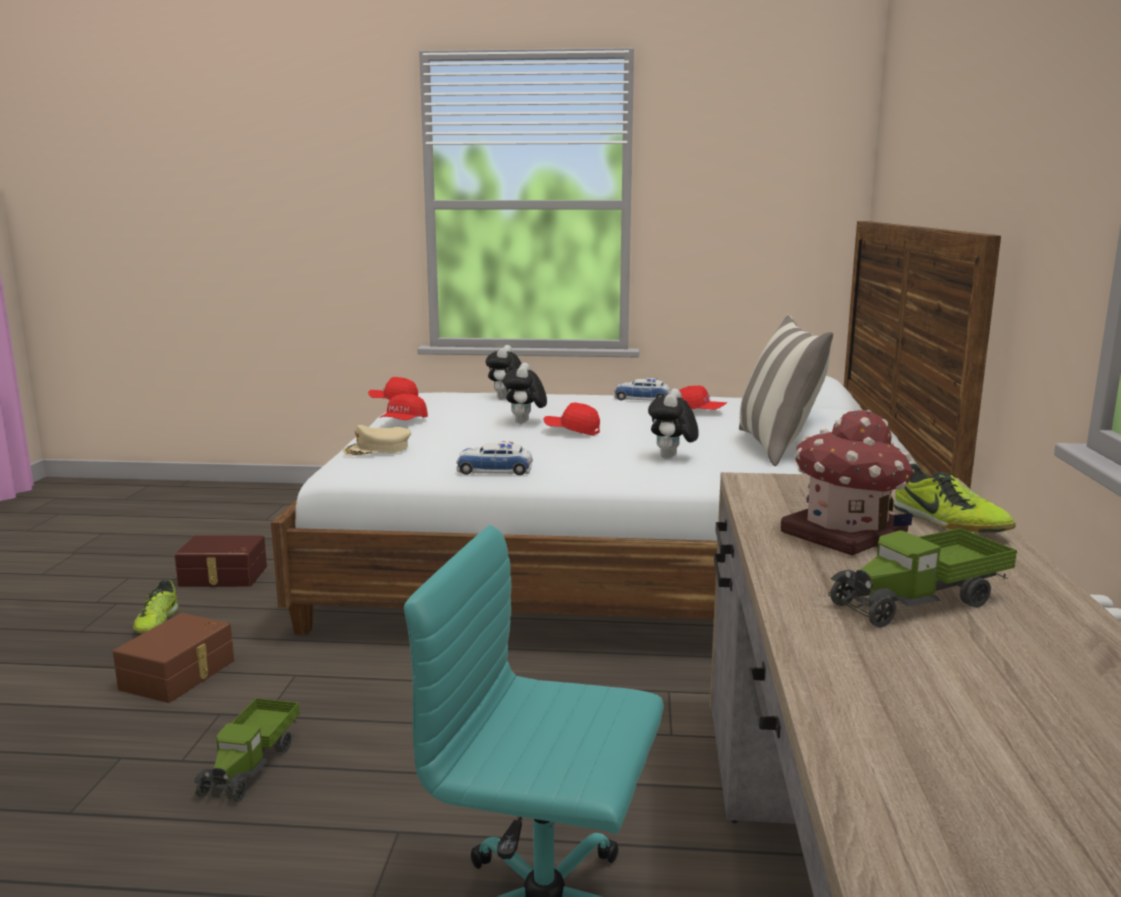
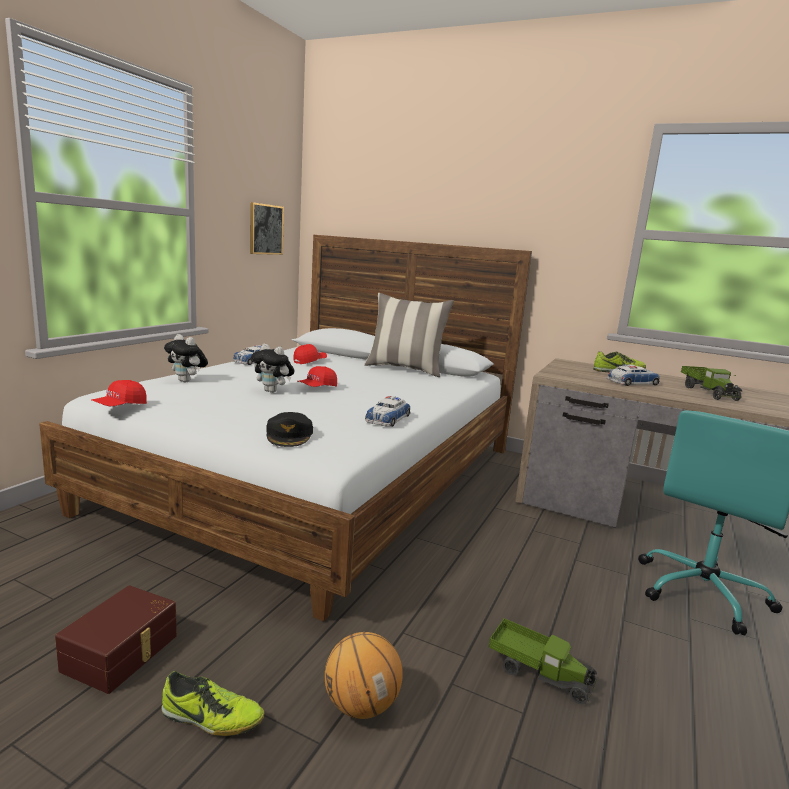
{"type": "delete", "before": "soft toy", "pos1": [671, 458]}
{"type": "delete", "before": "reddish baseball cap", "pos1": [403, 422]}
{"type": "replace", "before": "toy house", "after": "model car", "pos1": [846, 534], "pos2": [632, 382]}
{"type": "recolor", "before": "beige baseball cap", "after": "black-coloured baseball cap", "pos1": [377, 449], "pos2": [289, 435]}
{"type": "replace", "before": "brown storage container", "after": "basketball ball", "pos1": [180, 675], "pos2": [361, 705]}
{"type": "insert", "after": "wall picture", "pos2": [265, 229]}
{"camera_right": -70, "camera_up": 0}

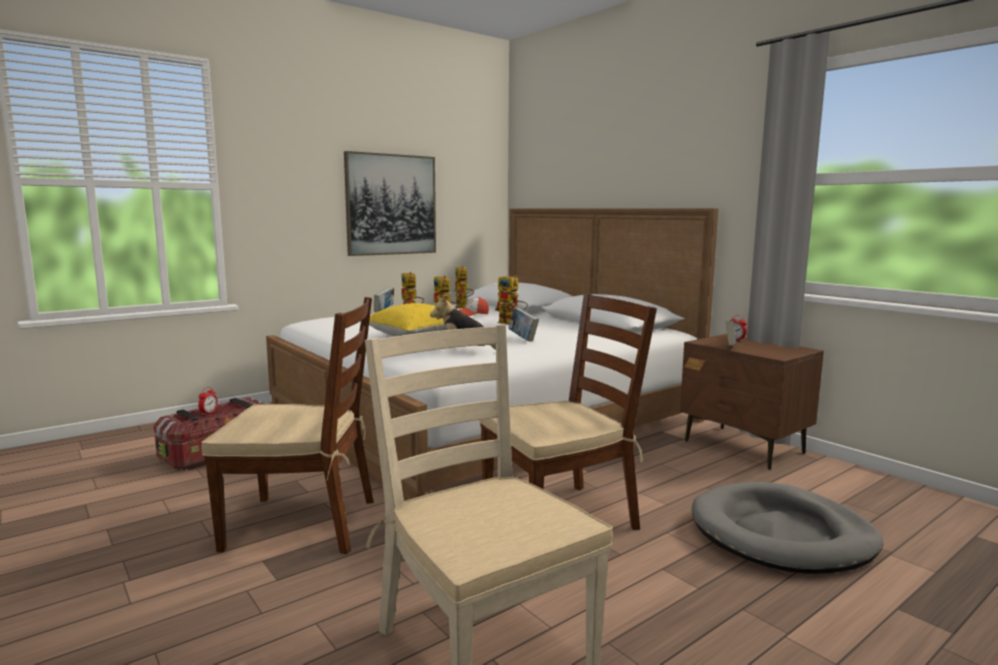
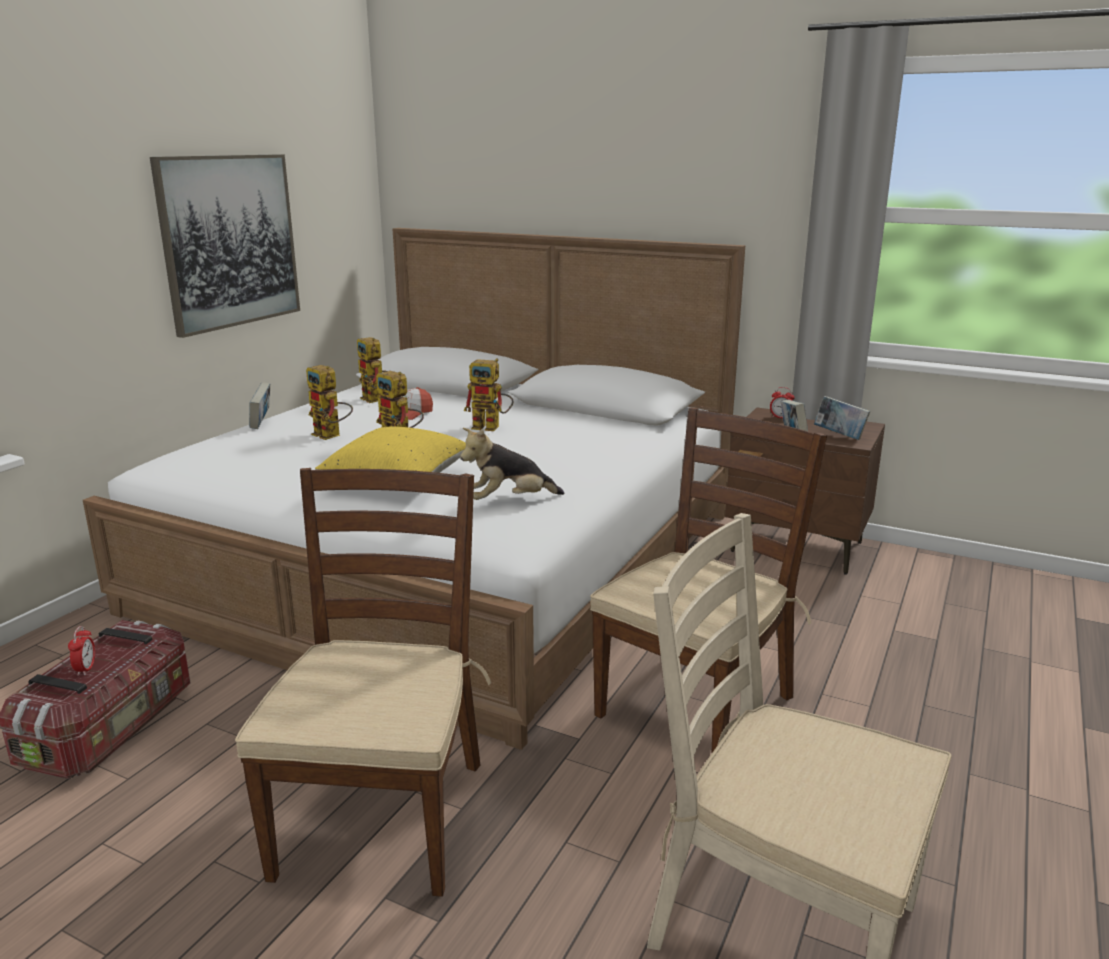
{"type": "rotate", "before": "brown chair", "pos1": [303, 524], "pos2": [382, 816], "turn": -60}
{"type": "move", "before": "volume", "pos1": [523, 339], "pos2": [839, 436]}
{"type": "delete", "before": "gray pet bed", "pos1": [782, 534]}
{"camera_right": -25, "camera_up": 10}

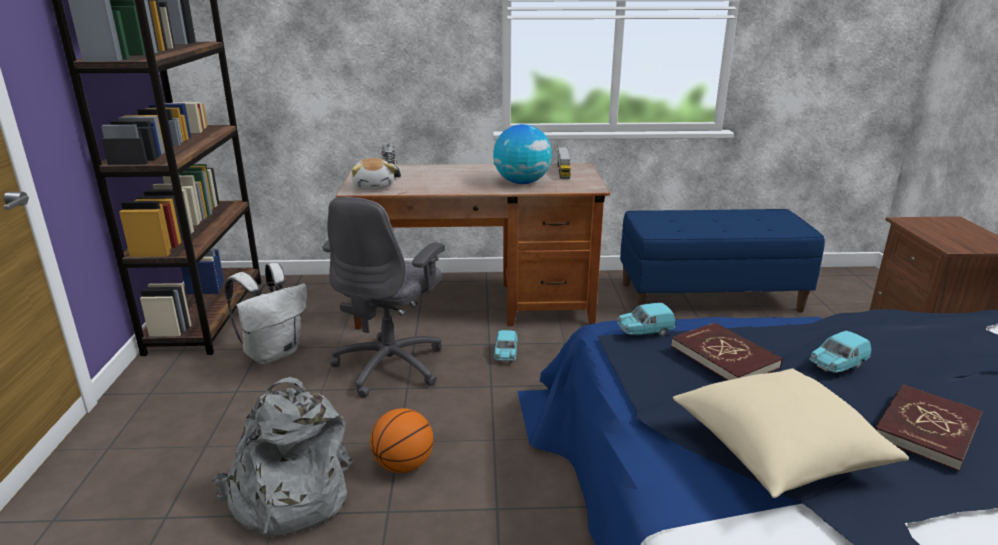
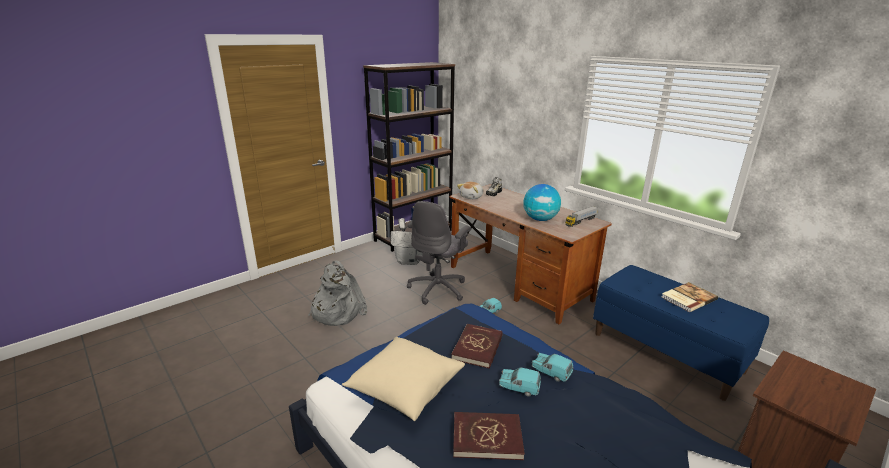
{"type": "rotate", "before": "gray computer chair", "pos1": [391, 365], "pos2": [438, 289], "turn": -45}
{"type": "move", "before": "turquoise-coloured model car", "pos1": [645, 332], "pos2": [551, 372]}
{"type": "delete", "before": "basketball ball", "pos1": [403, 465]}
{"type": "insert", "after": "volume", "pos2": [687, 298]}
{"camera_right": 50, "camera_up": 0}

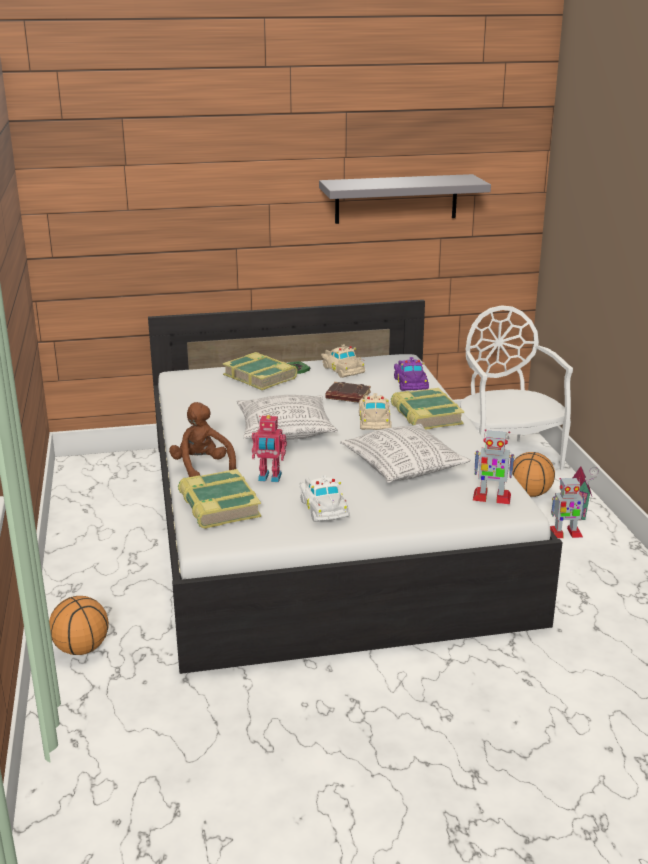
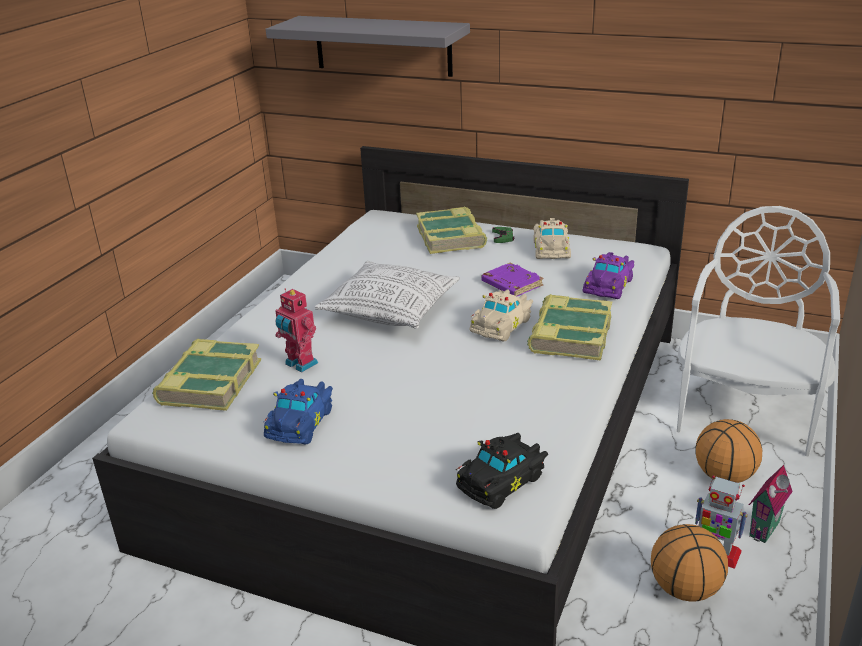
{"type": "move", "before": "gray shelf", "pos1": [396, 199], "pos2": [382, 45]}
{"type": "recolor", "before": "brown volume", "after": "purple volume", "pos1": [347, 396], "pos2": [511, 284]}
{"type": "delete", "before": "brown soft toy", "pos1": [202, 468]}
{"type": "delete", "before": "pillow", "pos1": [404, 467]}
{"type": "replace", "before": "robot figure", "after": "black-coloured model car", "pos1": [491, 497], "pos2": [503, 480]}
{"type": "recolor", "before": "whitish model car", "after": "bluish model car", "pos1": [324, 507], "pos2": [301, 422]}
{"type": "move", "before": "basketball ball", "pos1": [81, 649], "pos2": [684, 589]}
{"camera_right": 35, "camera_up": 5}

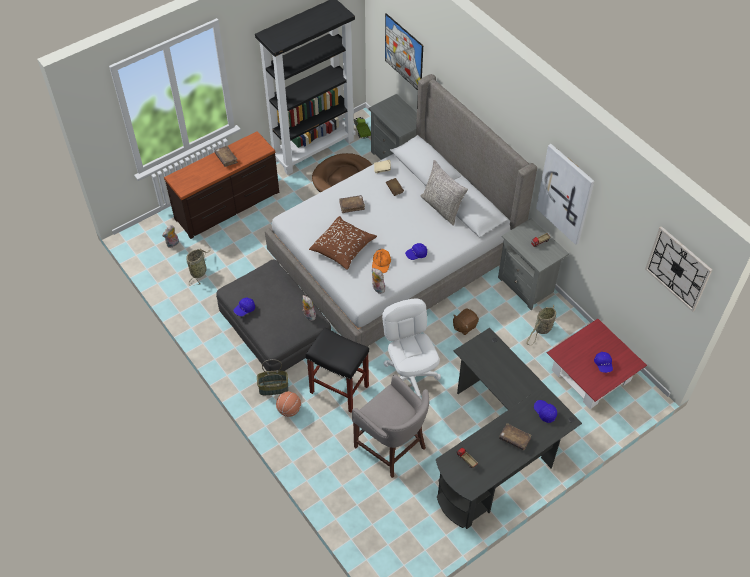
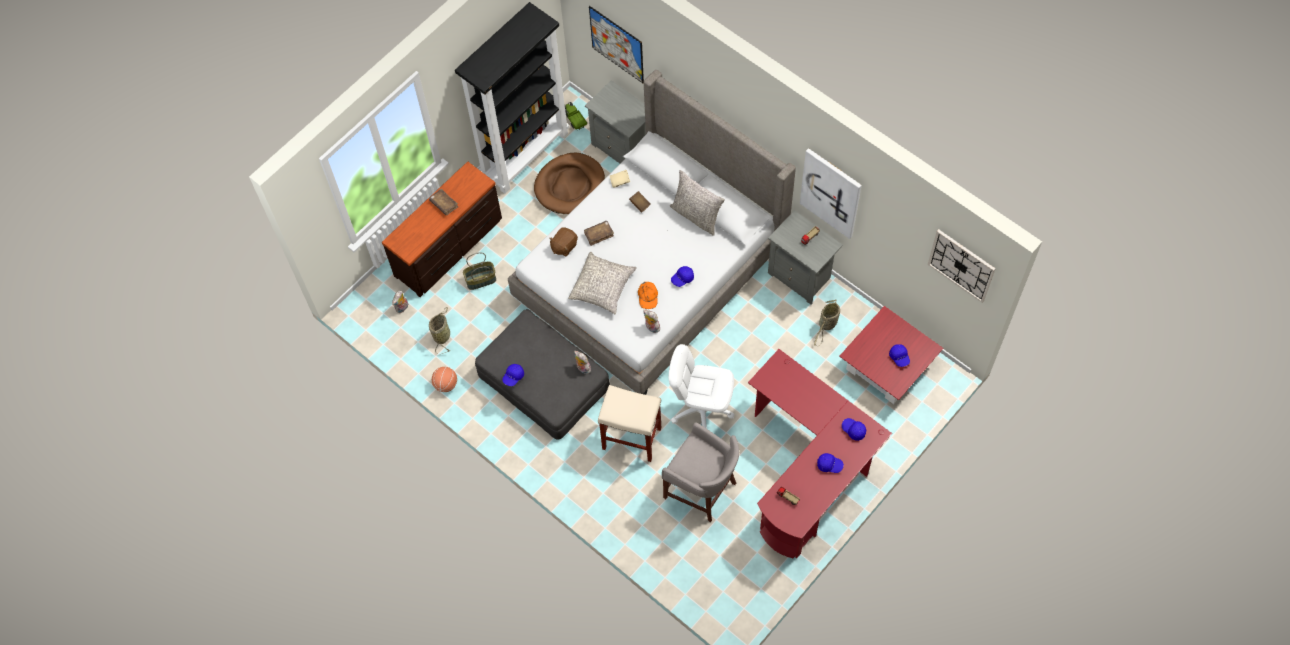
{"type": "recolor", "before": "brown pillow", "after": "gray pillow", "pos1": [343, 248], "pos2": [602, 287]}
{"type": "rotate", "before": "whitish computer chair", "pos1": [409, 378], "pos2": [701, 410], "turn": -45}
{"type": "move", "before": "brown soft toy", "pos1": [464, 326], "pos2": [564, 246]}
{"type": "recolor", "before": "black-coloured stool", "after": "beige stool", "pos1": [338, 389], "pos2": [631, 438]}
{"type": "recolor", "before": "black-coloured desk", "after": "reddish desk", "pos1": [497, 452], "pos2": [809, 472]}
{"type": "move", "before": "household basket", "pos1": [273, 388], "pos2": [480, 280]}
{"type": "move", "before": "basketball ball", "pos1": [289, 410], "pos2": [446, 384]}
{"type": "replace", "before": "brown volume", "after": "bluish baseball cap", "pos1": [514, 439], "pos2": [829, 465]}
{"camera_right": -10, "camera_up": 10}

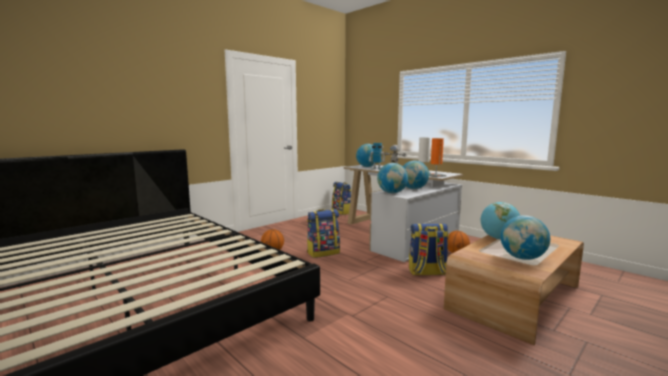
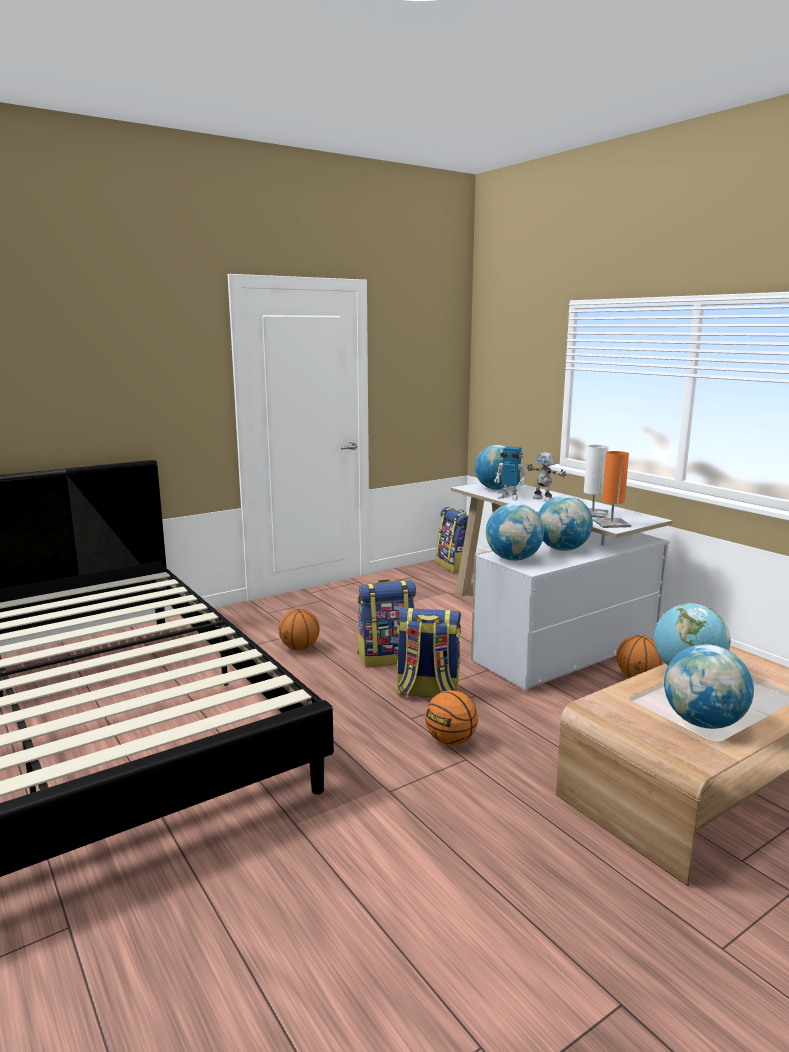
{"type": "move", "before": "backpack", "pos1": [427, 272], "pos2": [427, 691]}
{"type": "insert", "after": "basketball ball", "pos2": [451, 741]}
{"camera_right": 10, "camera_up": 5}

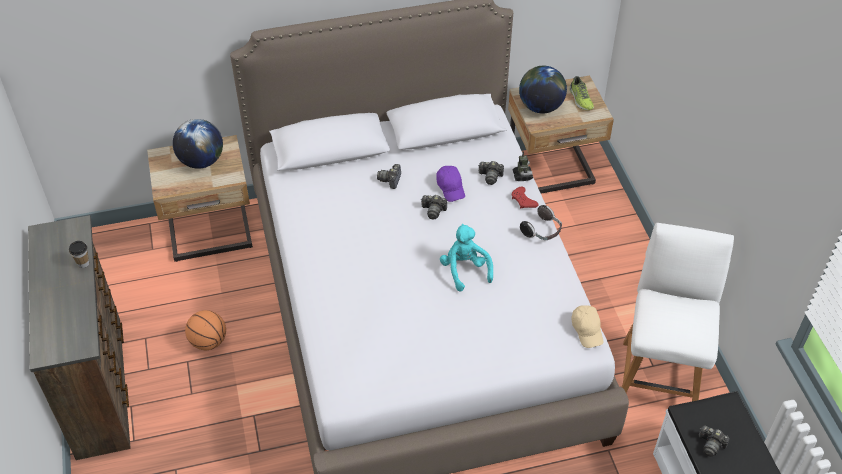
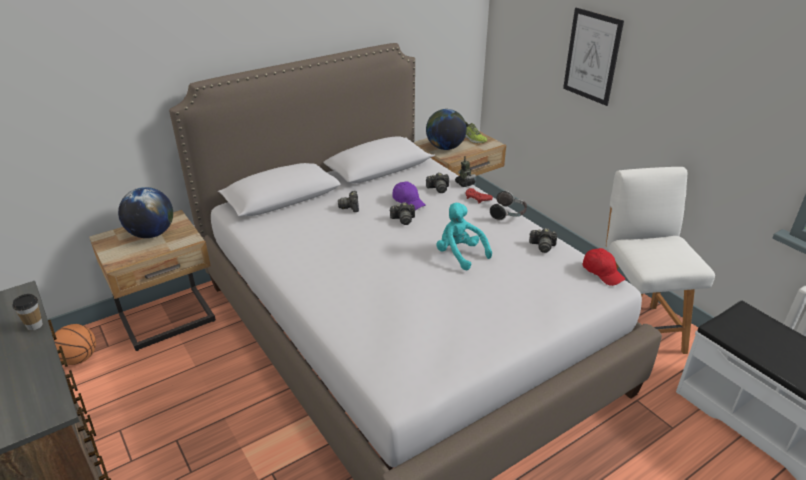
{"type": "recolor", "before": "beige baseball cap", "after": "reddish baseball cap", "pos1": [587, 330], "pos2": [602, 272]}
{"type": "move", "before": "basketball ball", "pos1": [208, 342], "pos2": [79, 359]}
{"type": "move", "before": "photo camera", "pos1": [711, 445], "pos2": [542, 246]}
{"type": "insert", "after": "wall picture", "pos2": [592, 56]}
{"camera_right": -20, "camera_up": -15}

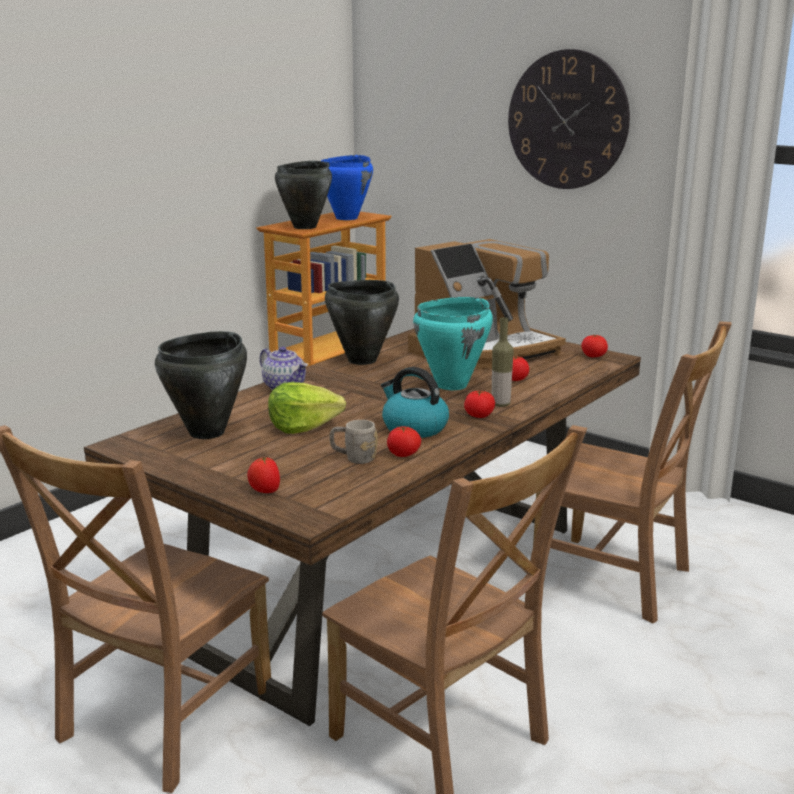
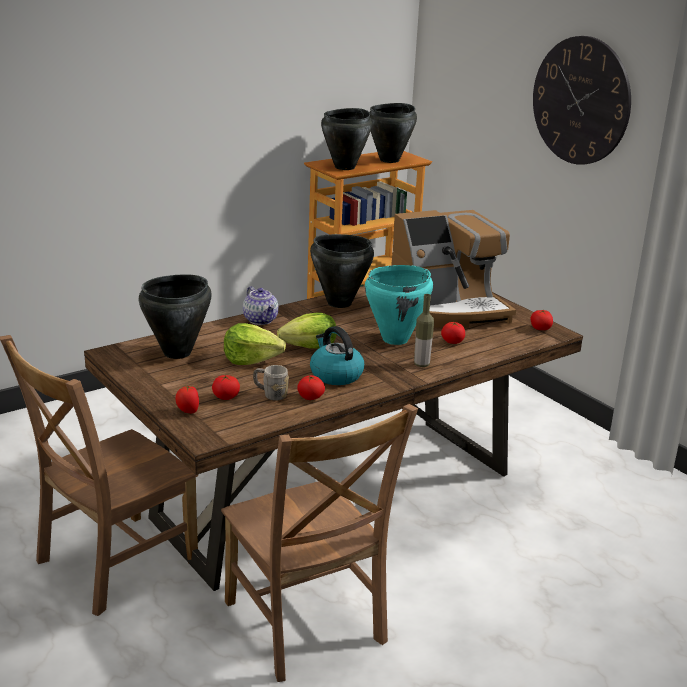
{"type": "recolor", "before": "bluish stockpot", "after": "black-coloured stockpot", "pos1": [347, 218], "pos2": [390, 160]}
{"type": "delete", "before": "brown chair", "pos1": [617, 580]}
{"type": "move", "before": "tomato", "pos1": [479, 415], "pos2": [226, 397]}
{"type": "insert", "after": "lettuce head", "pos2": [309, 347]}
{"camera_right": 15, "camera_up": 5}

